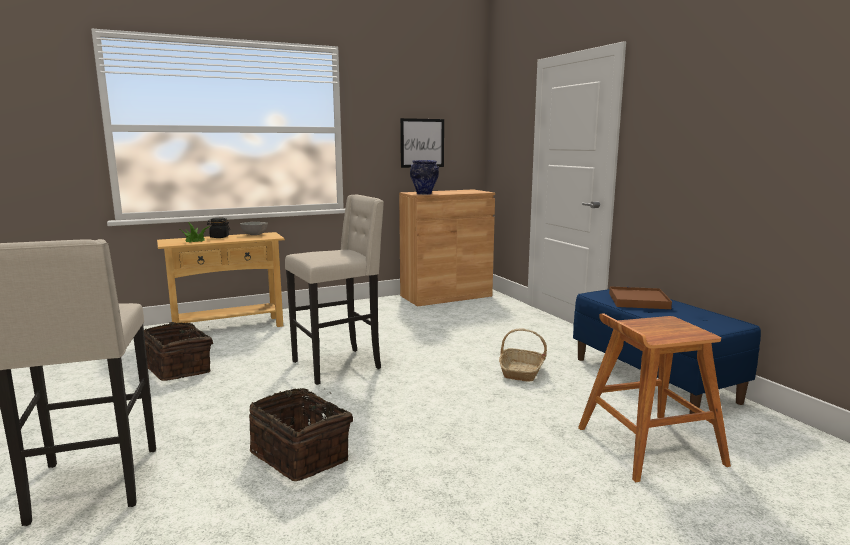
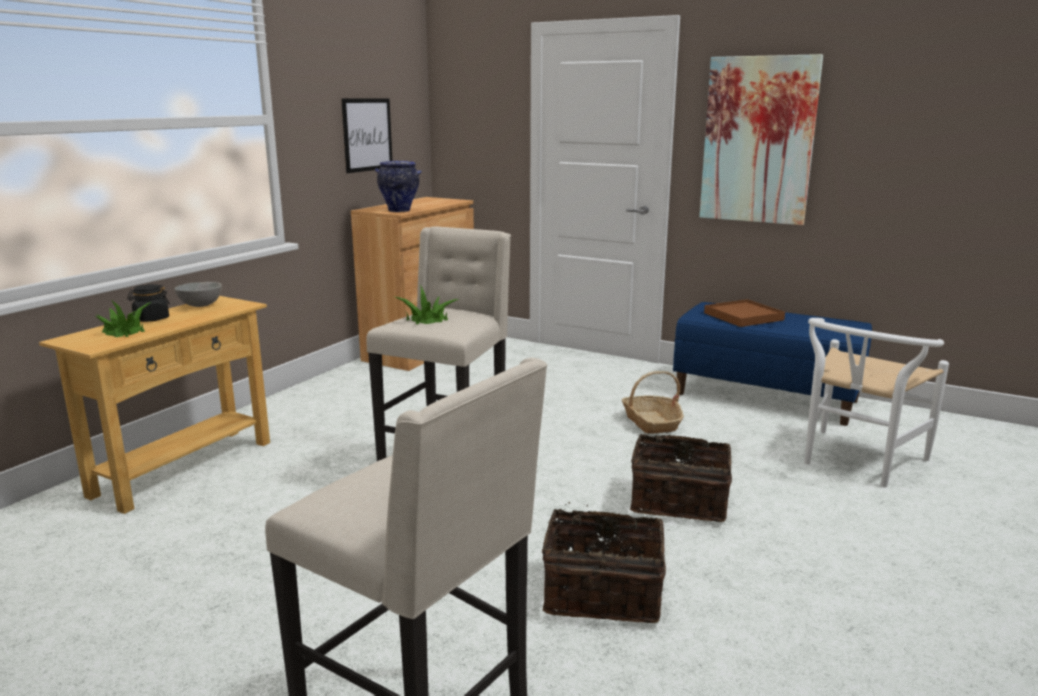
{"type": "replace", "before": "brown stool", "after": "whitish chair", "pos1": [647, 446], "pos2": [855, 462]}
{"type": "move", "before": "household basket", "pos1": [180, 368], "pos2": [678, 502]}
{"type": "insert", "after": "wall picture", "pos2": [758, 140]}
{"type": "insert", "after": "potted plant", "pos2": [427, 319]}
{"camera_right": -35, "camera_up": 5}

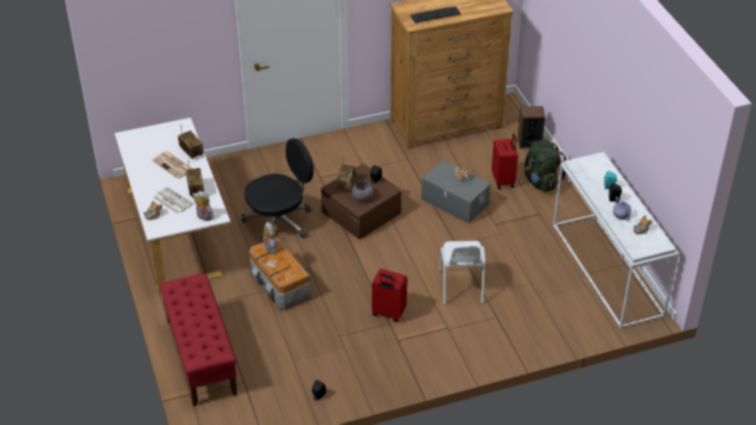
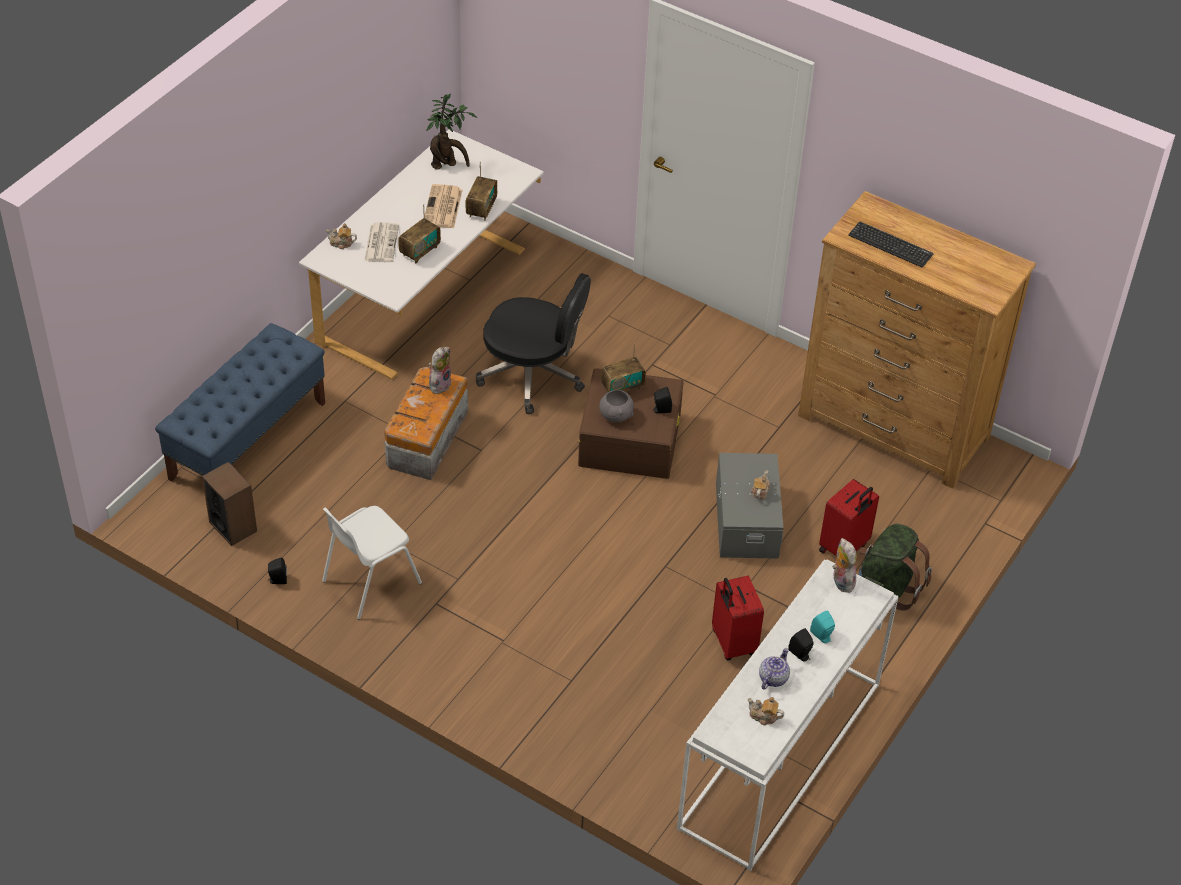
{"type": "move", "before": "loudspeaker", "pos1": [529, 142], "pos2": [233, 526]}
{"type": "move", "before": "soft toy", "pos1": [204, 217], "pos2": [841, 581]}
{"type": "move", "before": "whitish chair", "pos1": [461, 287], "pos2": [370, 582]}
{"type": "move", "before": "reddish travel case", "pos1": [388, 313], "pos2": [732, 643]}
{"type": "recolor", "before": "reddish bench", "after": "bluish bench", "pos1": [201, 356], "pos2": [248, 440]}
{"type": "insert", "after": "potted plant", "pos2": [447, 165]}
{"camera_right": 50, "camera_up": 5}

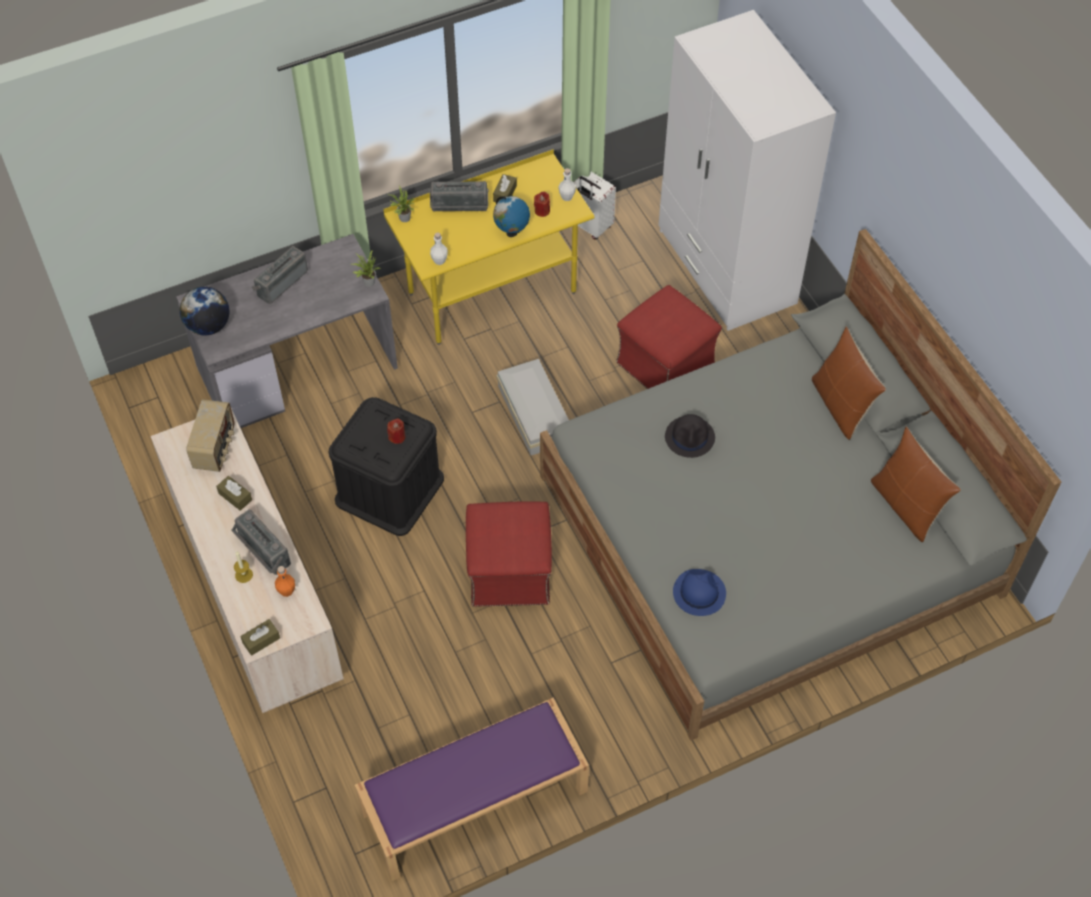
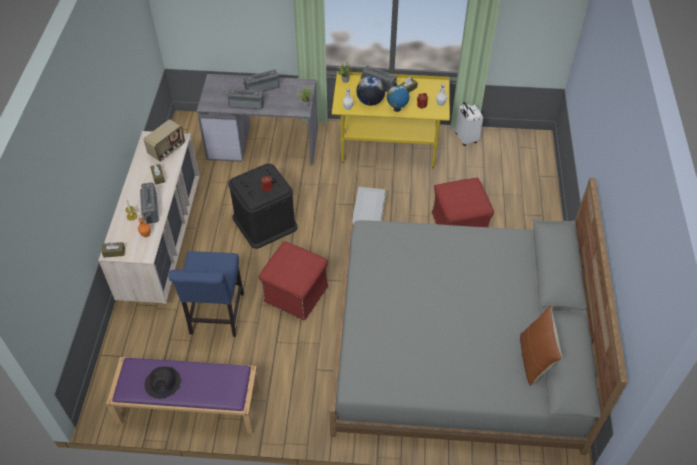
{"type": "delete", "before": "whitish clothes cupboard", "pos1": [726, 267]}
{"type": "move", "before": "desk globe", "pos1": [208, 326], "pos2": [370, 101]}
{"type": "delete", "before": "brown pillow", "pos1": [841, 405]}
{"type": "move", "before": "black-coloured hat", "pos1": [690, 437], "pos2": [163, 383]}
{"type": "delete", "before": "bluish hat", "pos1": [698, 593]}
{"type": "insert", "after": "radio set", "pos2": [247, 104]}
{"type": "insert", "after": "bluish chair", "pos2": [216, 316]}
{"camera_right": 30, "camera_up": -5}

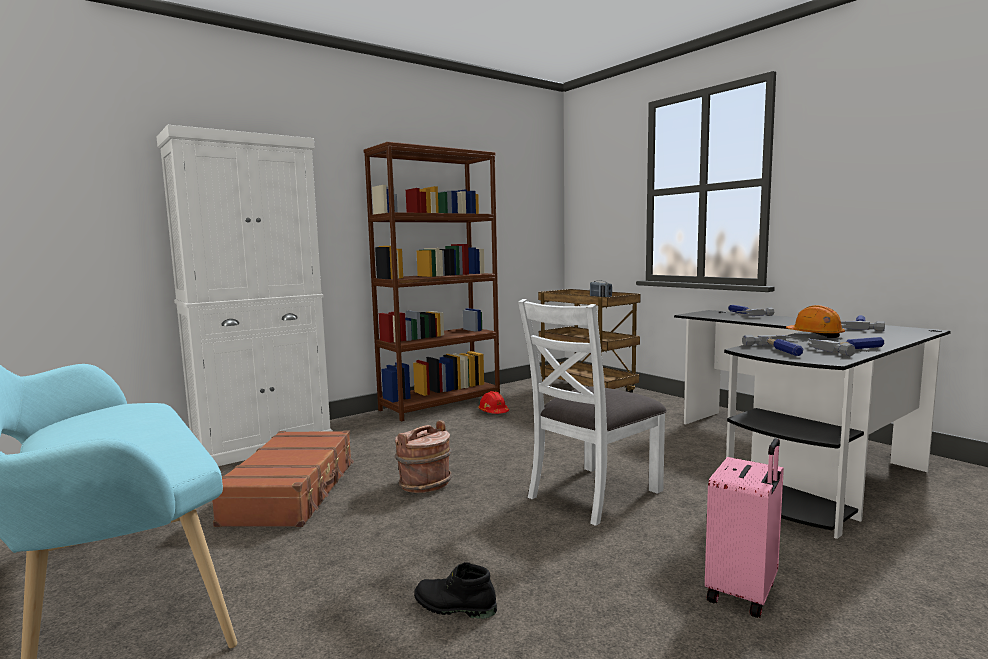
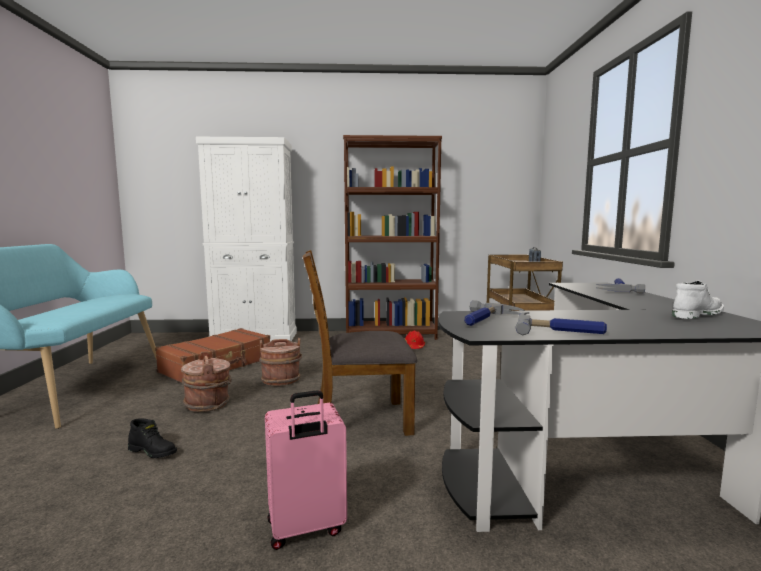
{"type": "recolor", "before": "whitish chair", "after": "brown chair", "pos1": [593, 493], "pos2": [360, 419]}
{"type": "delete", "before": "orangey safety helmet", "pos1": [815, 335]}
{"type": "replace", "before": "hand hammer", "after": "whitish high-top boot", "pos1": [857, 326], "pos2": [695, 315]}
{"type": "rotate", "before": "black-coloured high-top boot", "pos1": [454, 607], "pos2": [153, 451], "turn": 150}
{"type": "insert", "after": "brown water bucket", "pos2": [208, 404]}
{"camera_right": 35, "camera_up": 0}

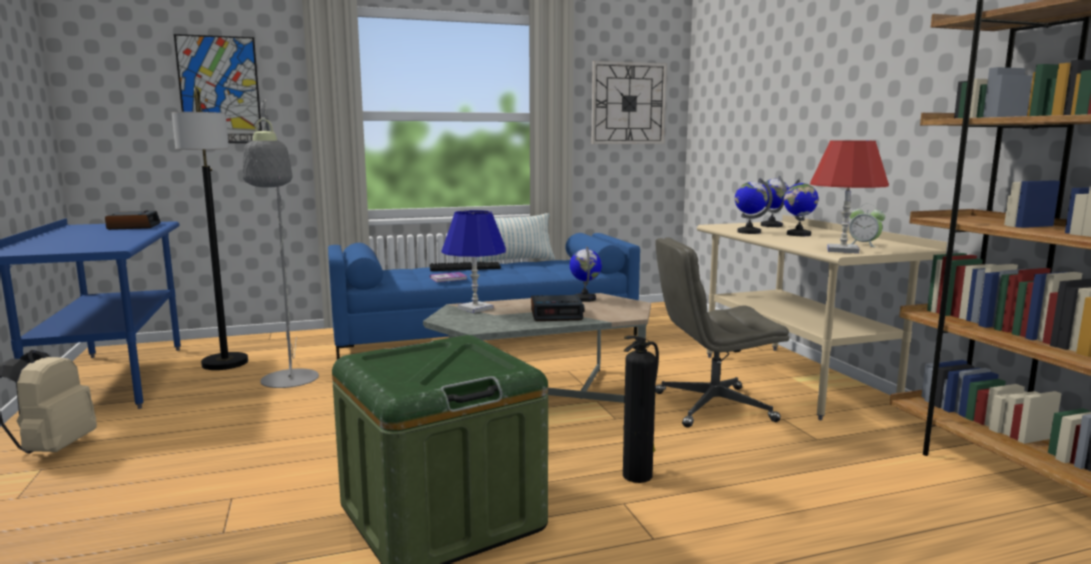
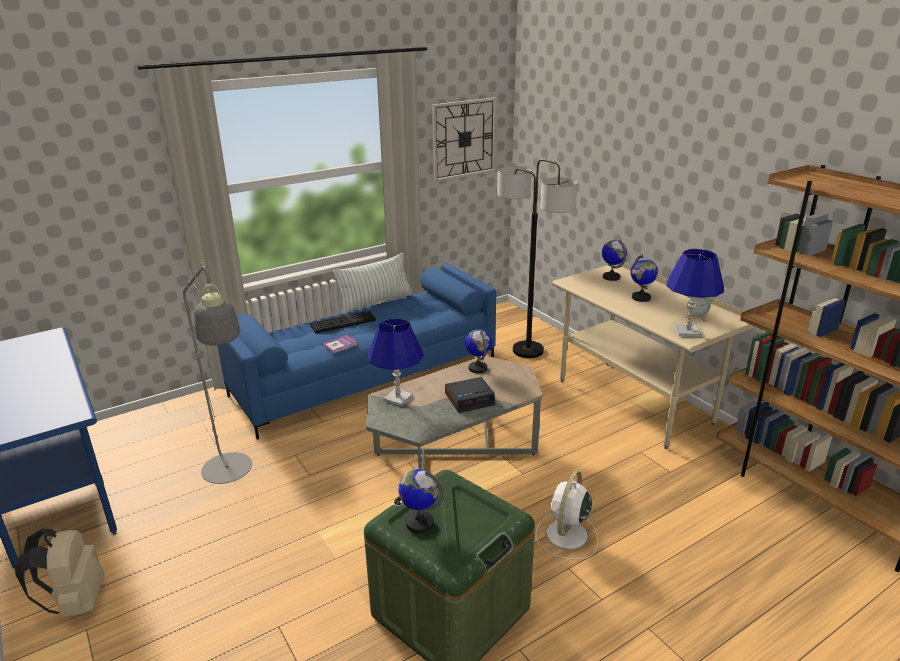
{"type": "delete", "before": "wall picture", "pos1": [219, 90]}
{"type": "move", "before": "floor lamp", "pos1": [225, 363], "pos2": [528, 350]}
{"type": "recolor", "before": "reddish lamp for a table", "after": "bluish lamp for a table", "pos1": [842, 250], "pos2": [687, 332]}
{"type": "move", "before": "desk globe", "pos1": [748, 232], "pos2": [419, 523]}
{"type": "delete", "before": "table clock", "pos1": [133, 226]}
{"type": "delete", "before": "gray computer chair", "pos1": [712, 407]}
{"type": "replace", "before": "fire-fighting cylinder", "after": "whitish electric fan", "pos1": [638, 475], "pos2": [566, 536]}
{"camera_right": -15, "camera_up": 15}

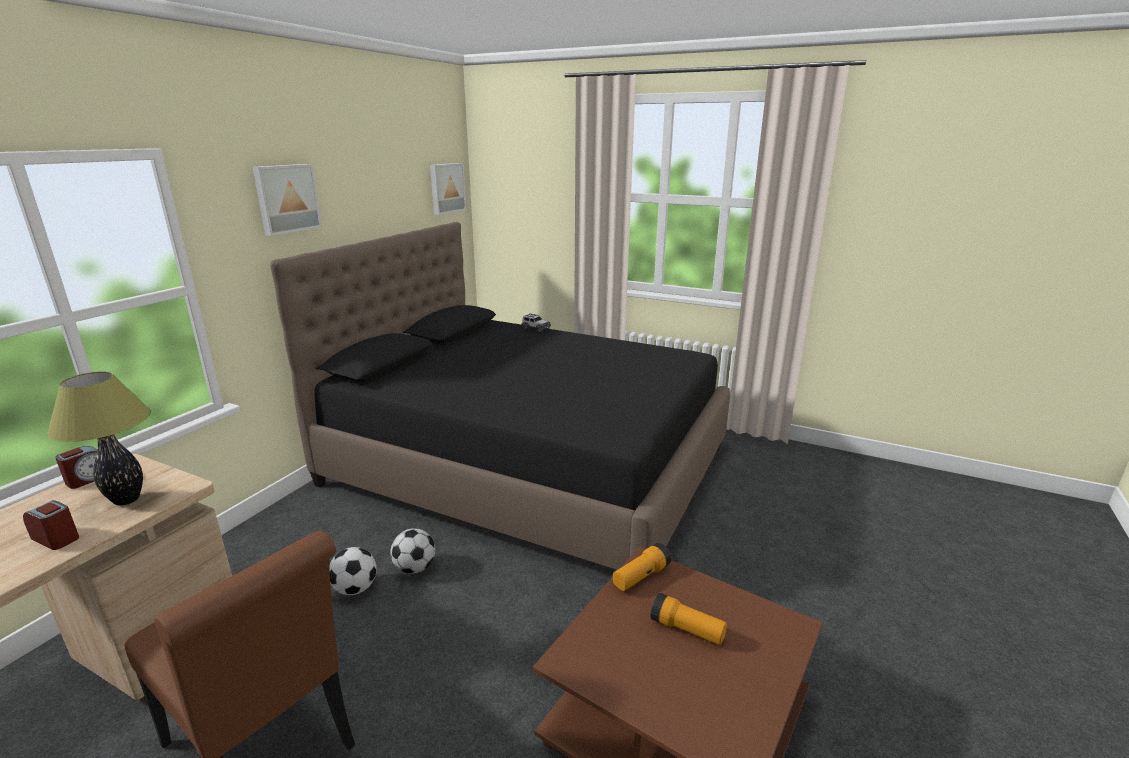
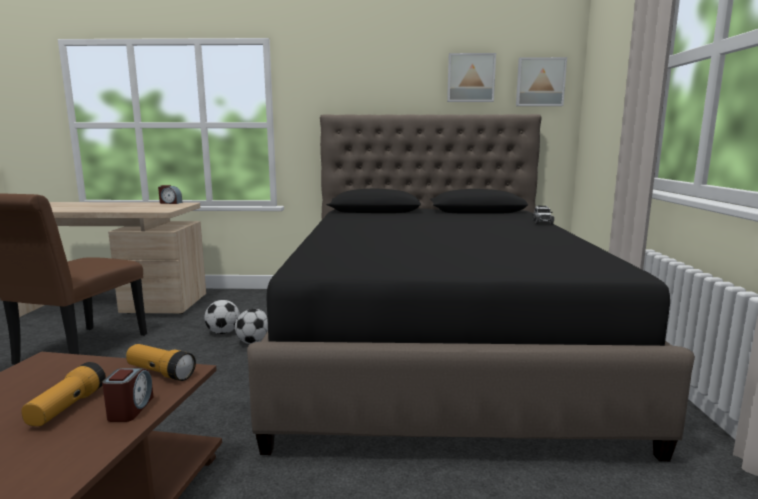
{"type": "move", "before": "wall picture", "pos1": [286, 198], "pos2": [470, 78]}
{"type": "delete", "before": "lamp for a table", "pos1": [126, 500]}
{"type": "move", "before": "table clock", "pos1": [57, 538], "pos2": [130, 409]}
{"camera_right": 65, "camera_up": -10}

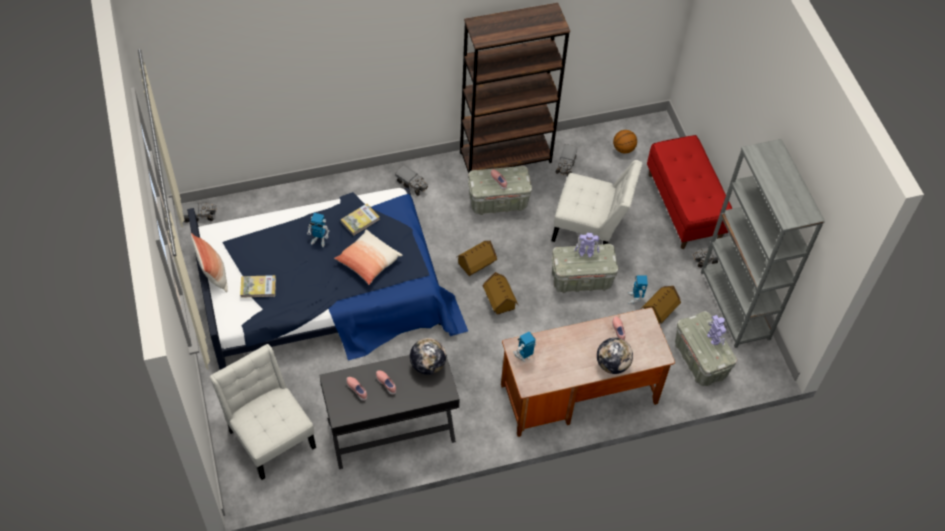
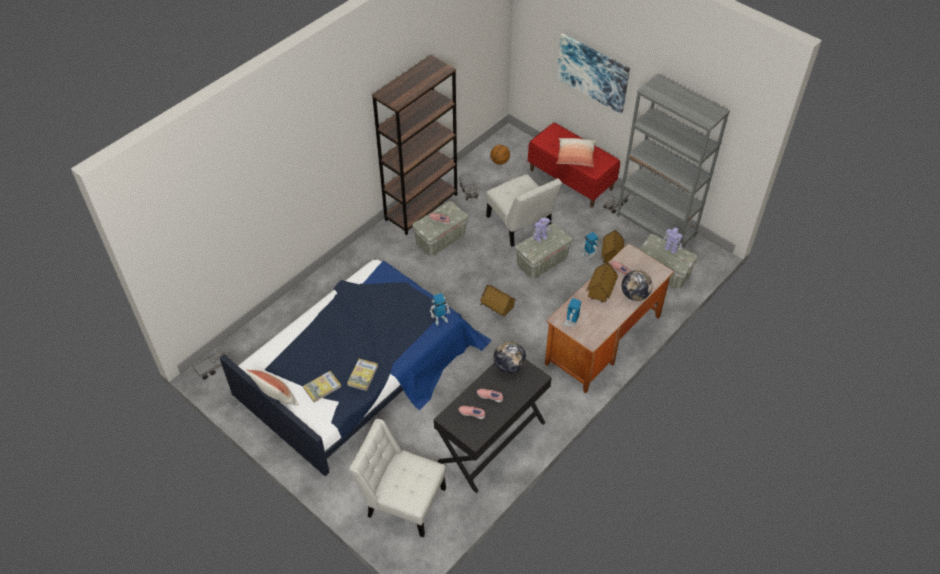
{"type": "rotate", "before": "whitish chair", "pos1": [590, 228], "pos2": [520, 225], "turn": 75}
{"type": "delete", "before": "model truck", "pos1": [412, 184]}
{"type": "move", "before": "volume", "pos1": [360, 220], "pos2": [362, 375]}
{"type": "move", "before": "robot figure", "pos1": [319, 240], "pos2": [440, 318]}
{"type": "move", "before": "pillow", "pos1": [368, 262], "pos2": [575, 157]}
{"type": "move", "before": "toy house", "pos1": [476, 265], "pos2": [600, 292]}
{"type": "insert", "after": "wall picture", "pos2": [593, 72]}
{"camera_right": -30, "camera_up": -5}

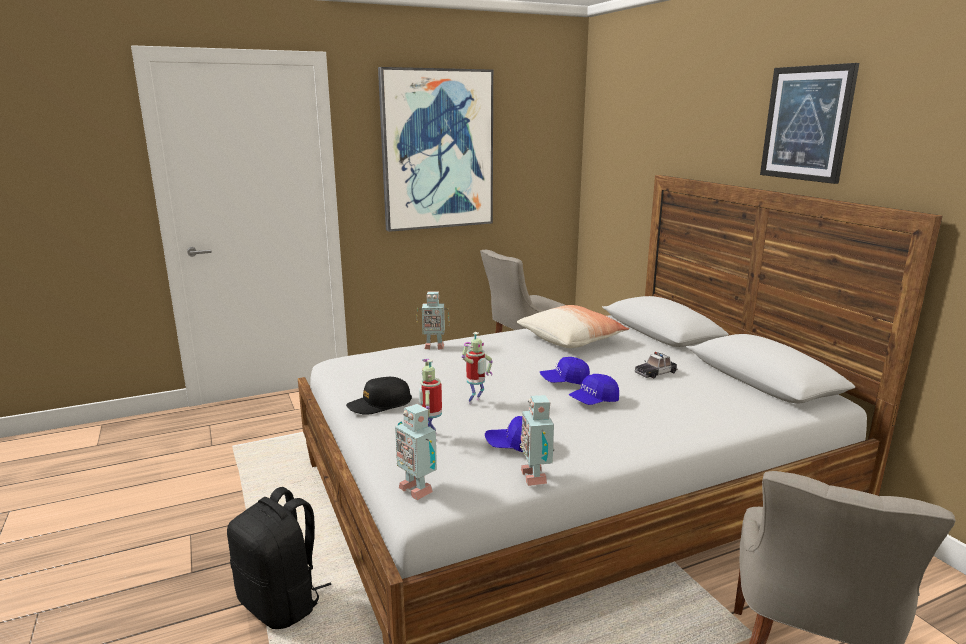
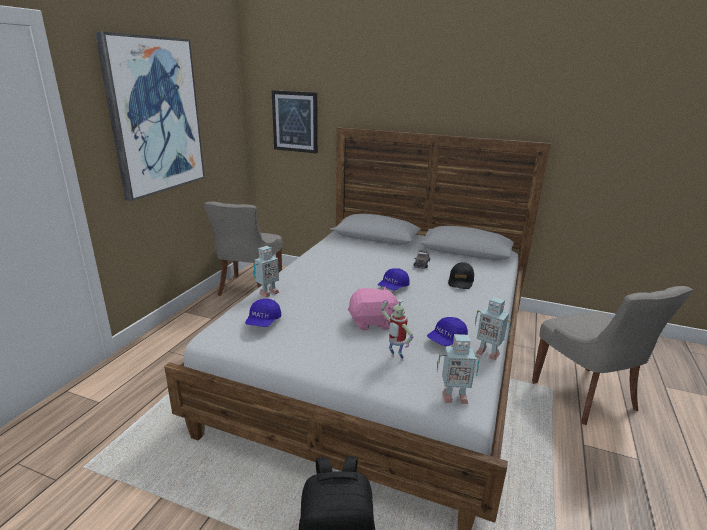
{"type": "move", "before": "wall picture", "pos1": [807, 123], "pos2": [295, 121]}
{"type": "delete", "before": "pillow", "pos1": [571, 340]}
{"type": "replace", "before": "robot figure", "after": "pink soft toy", "pos1": [475, 402], "pos2": [372, 322]}
{"type": "move", "before": "bluish baseball cap", "pos1": [593, 401], "pos2": [263, 322]}
{"type": "move", "before": "black-coloured baseball cap", "pos1": [379, 404], "pos2": [461, 281]}
{"camera_right": -45, "camera_up": 5}

